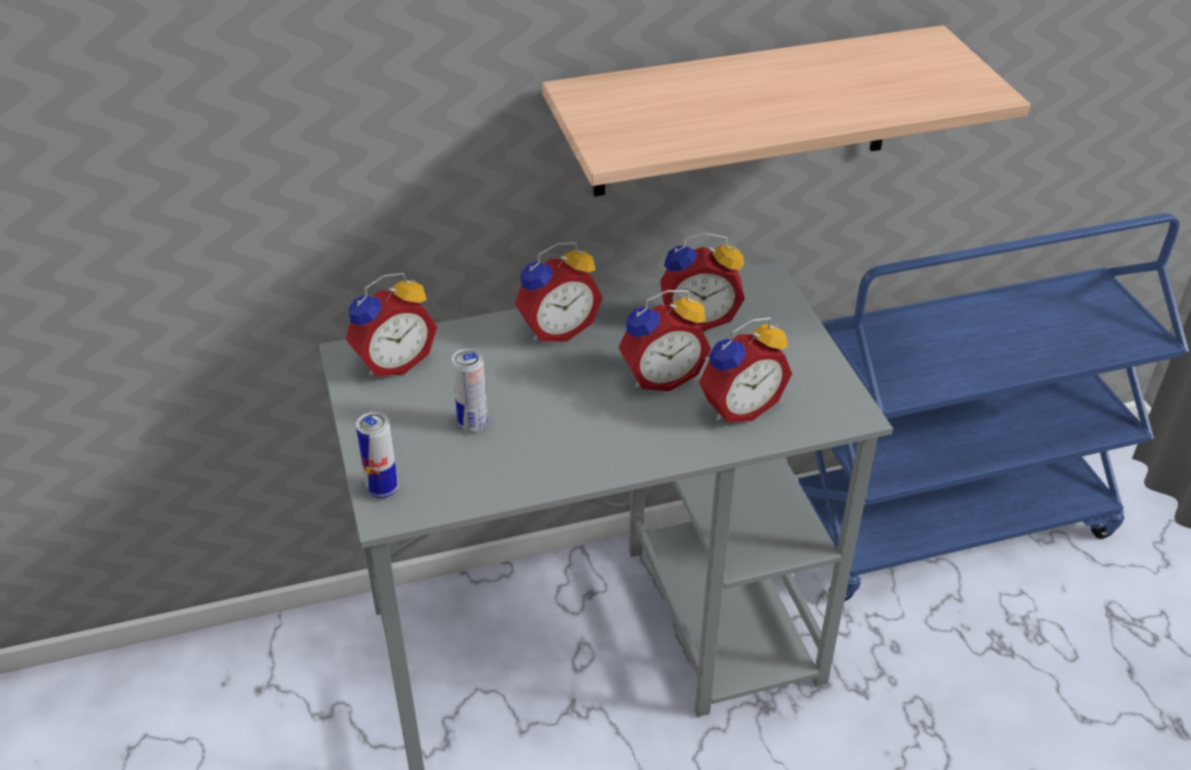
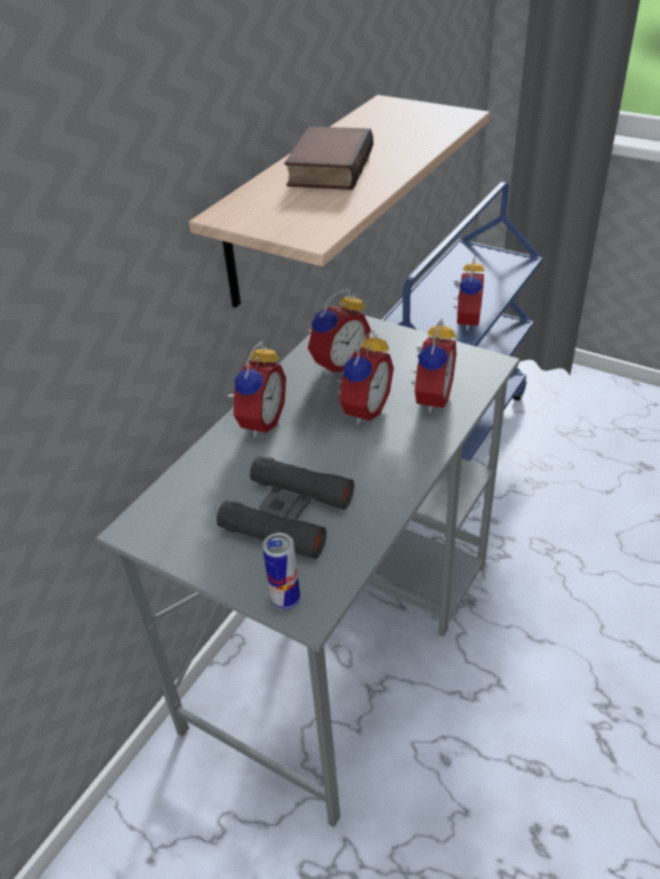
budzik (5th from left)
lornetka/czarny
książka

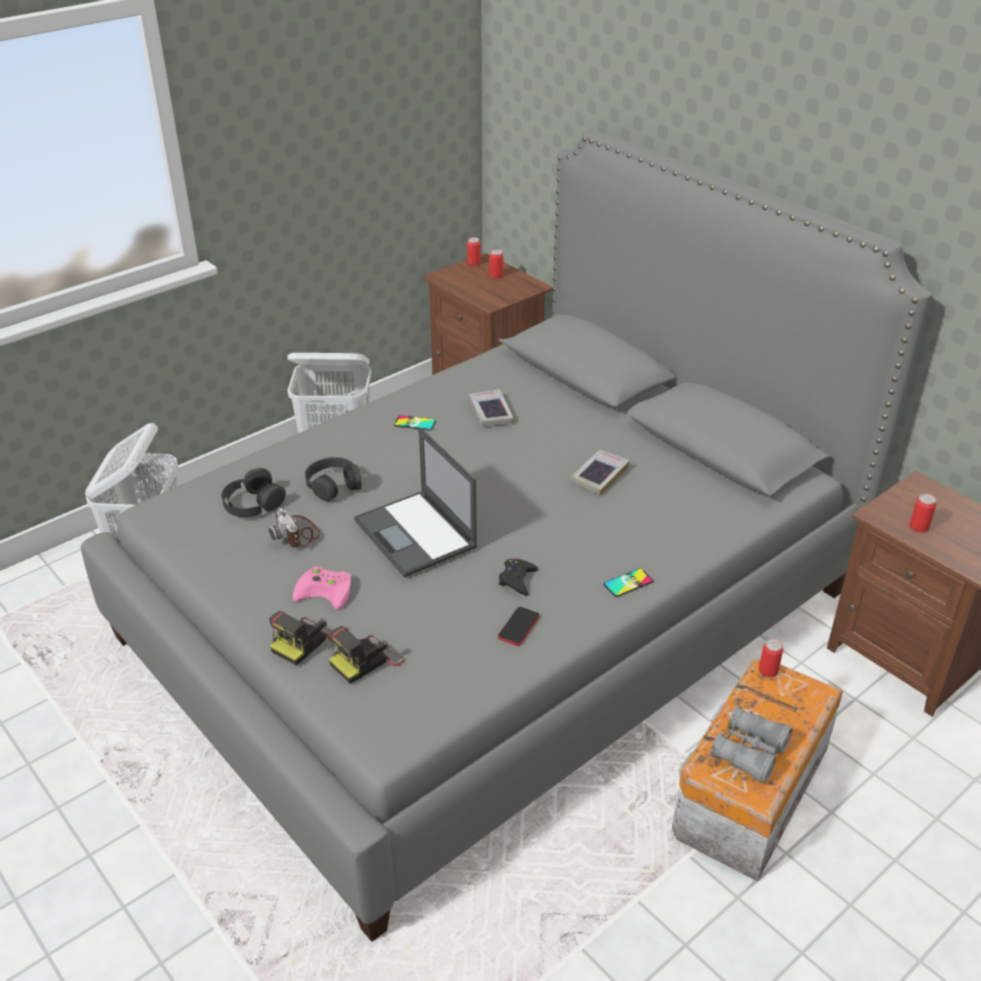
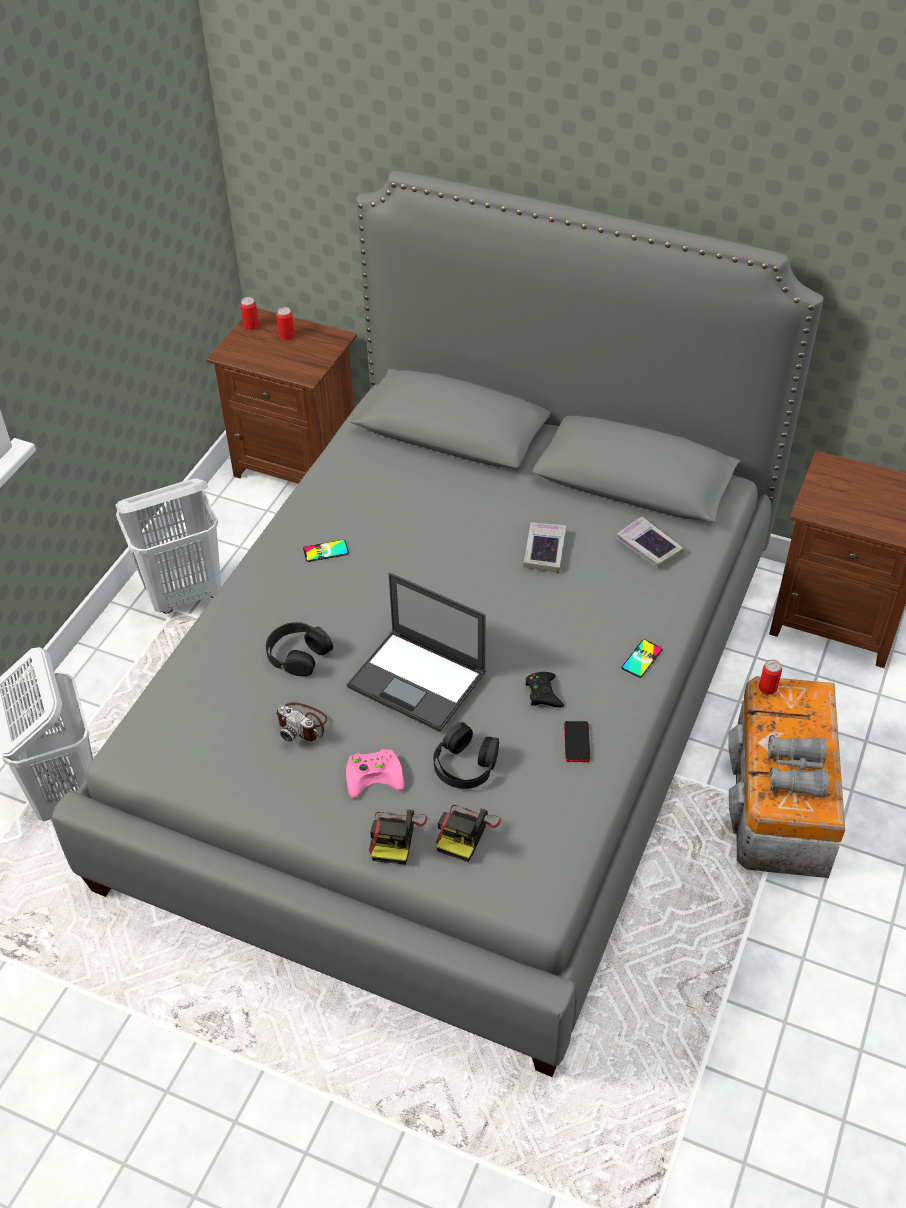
książka (2nd from left)
słuchawki/czarny (2nd from left)
puszka (4th from left in the first image)

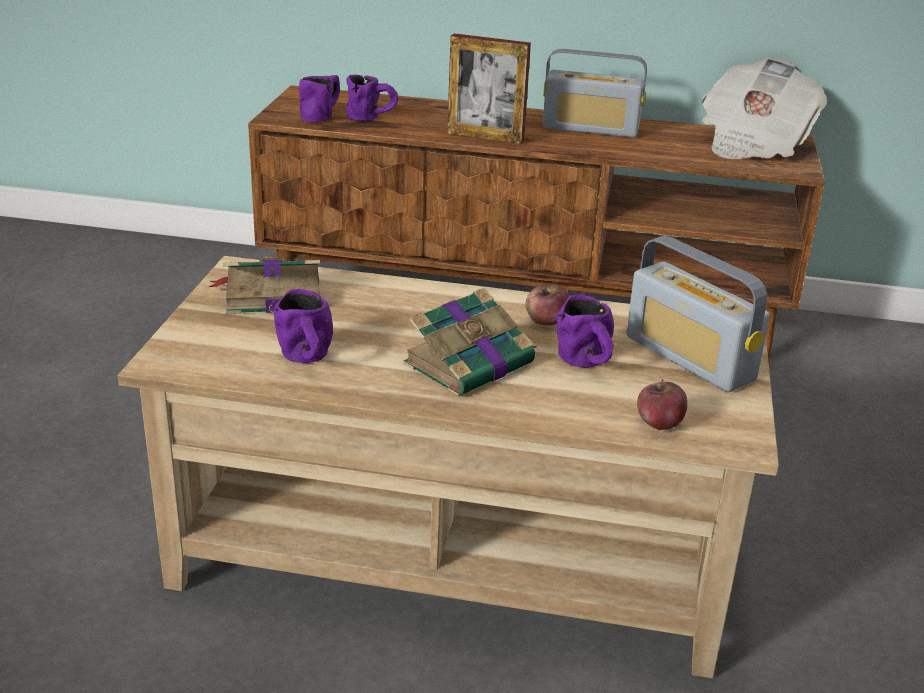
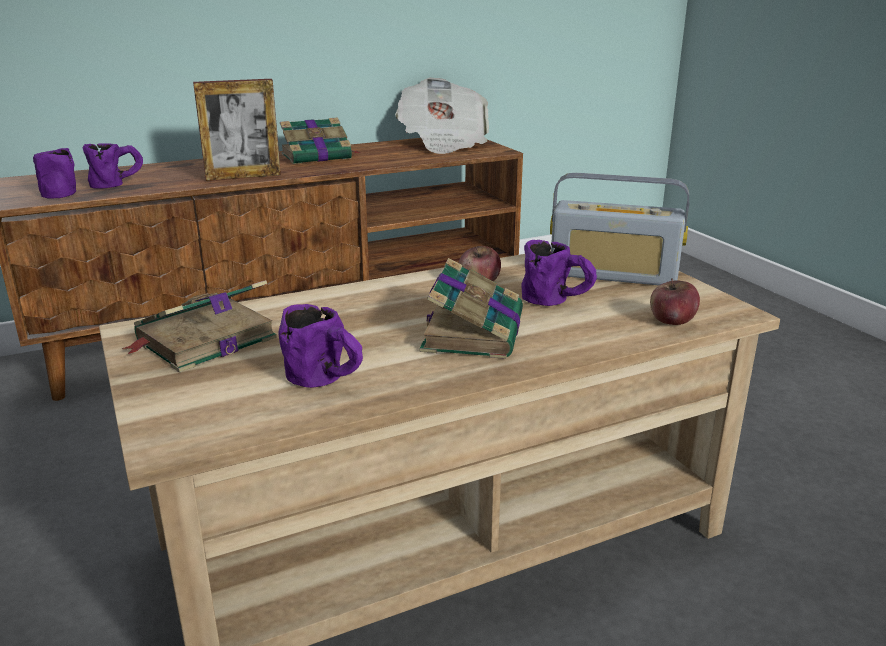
książka (2nd from left)

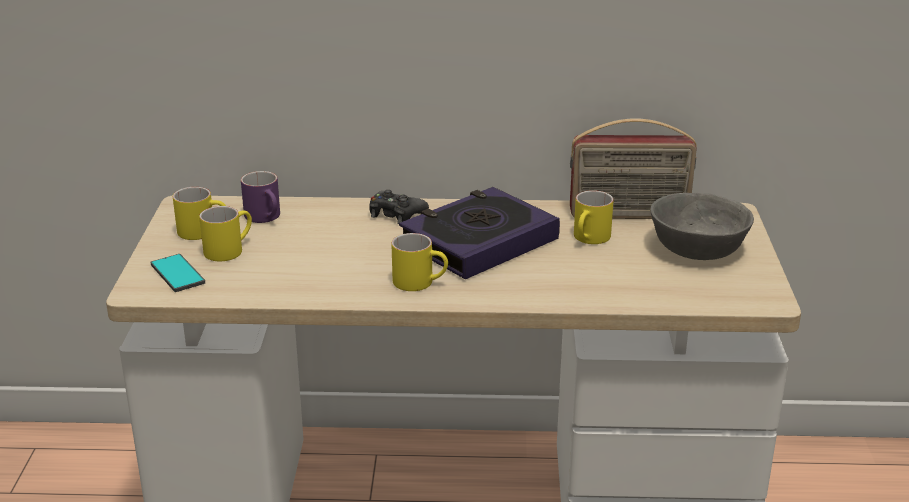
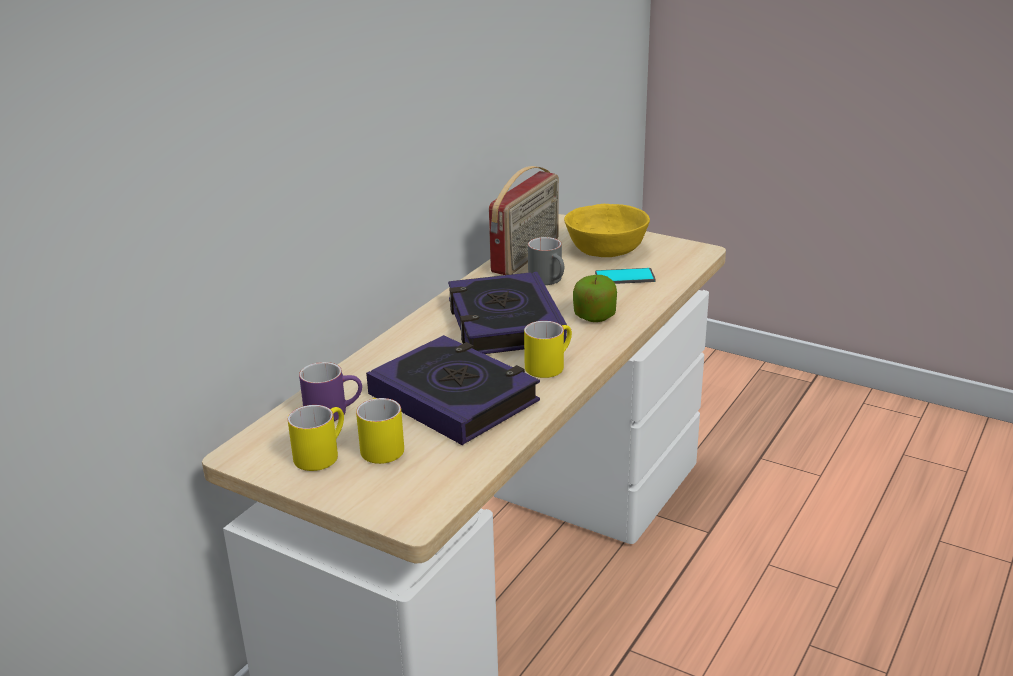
pad do gier/czarny
kubek/szary
miska/żółty
telefon
jabłko
książka (1st from left)

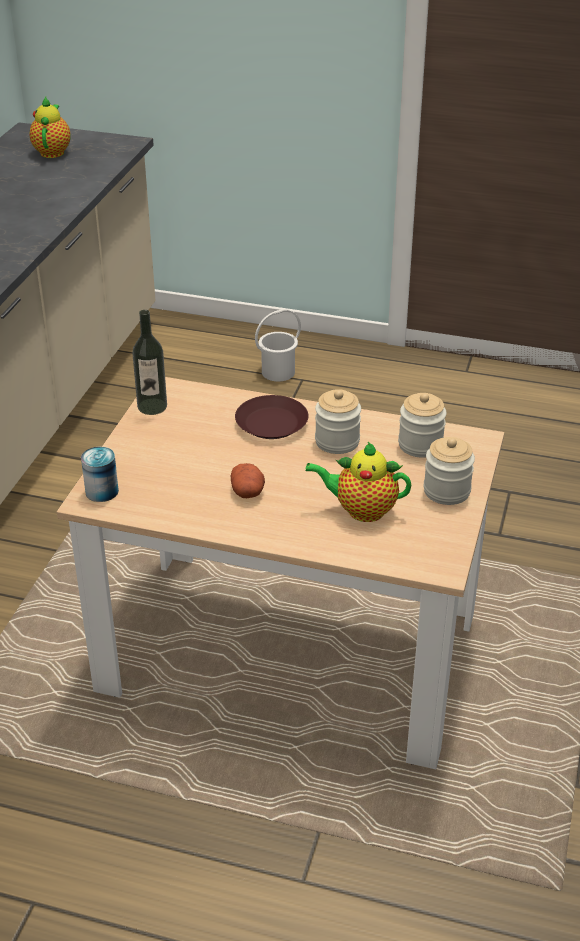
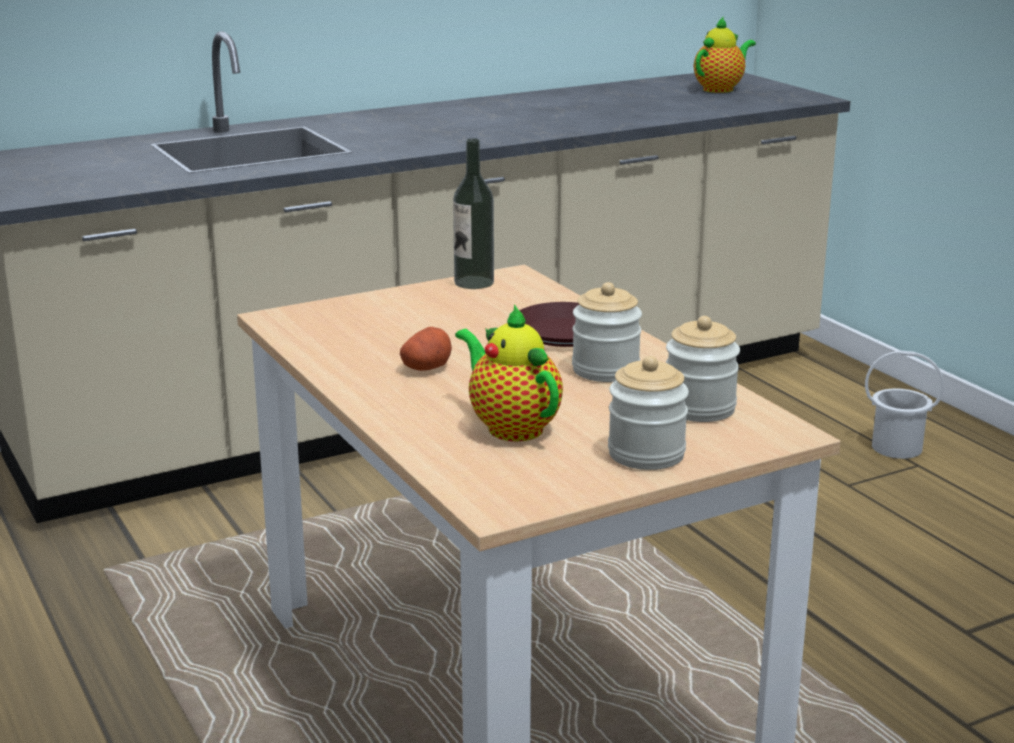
puszka

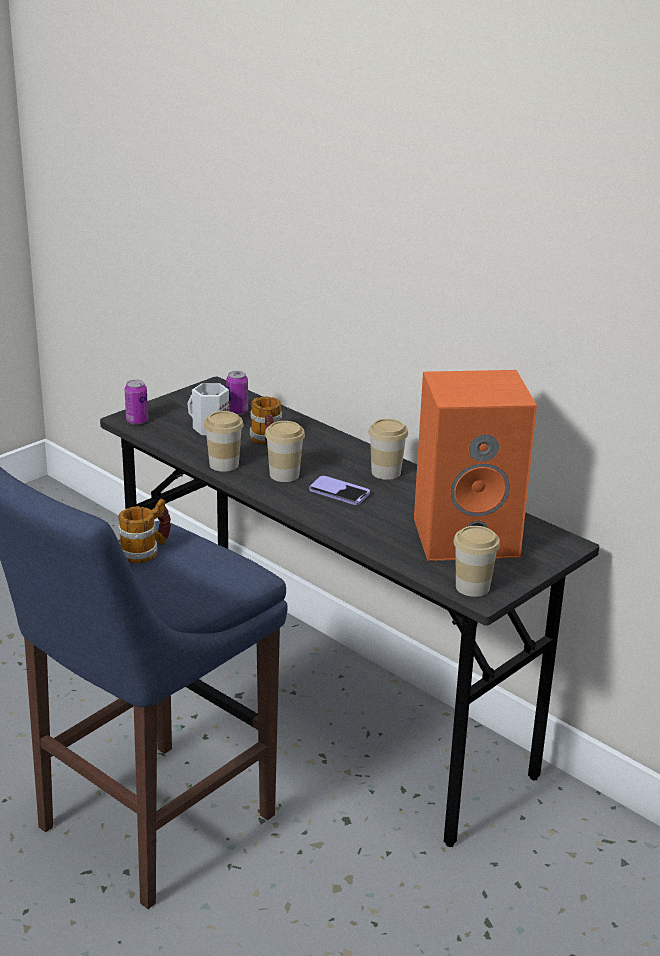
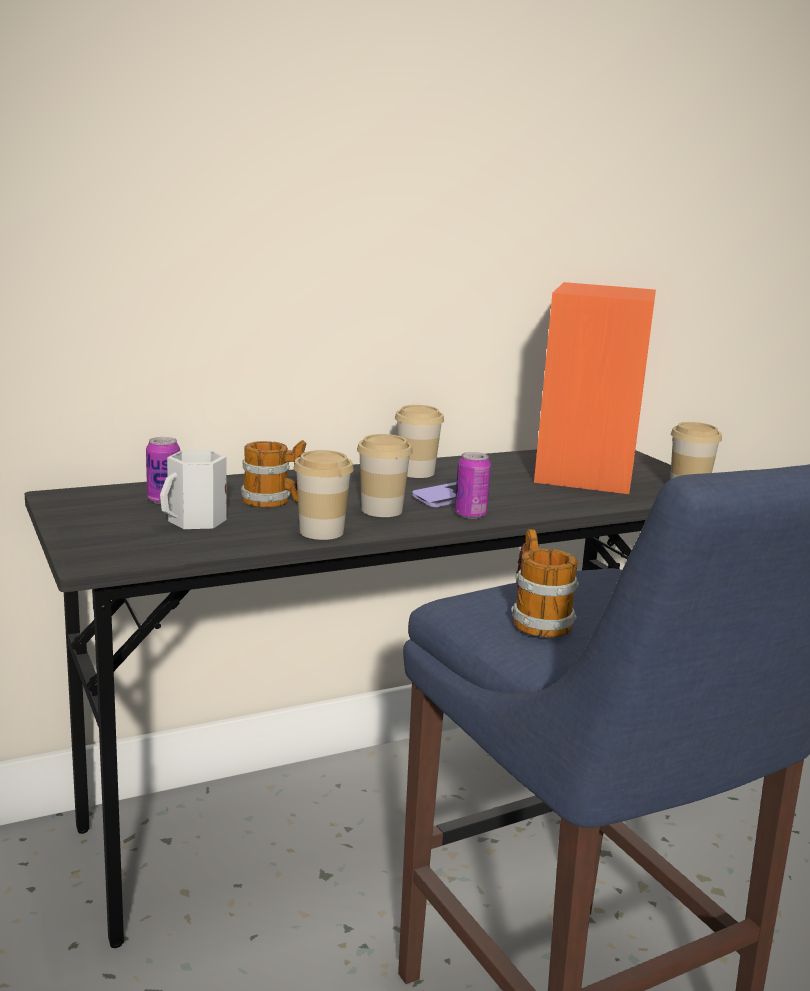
puszka (2nd from left)

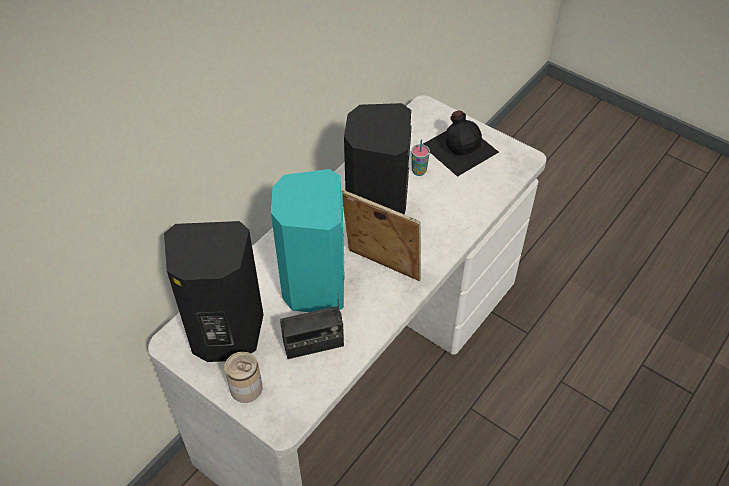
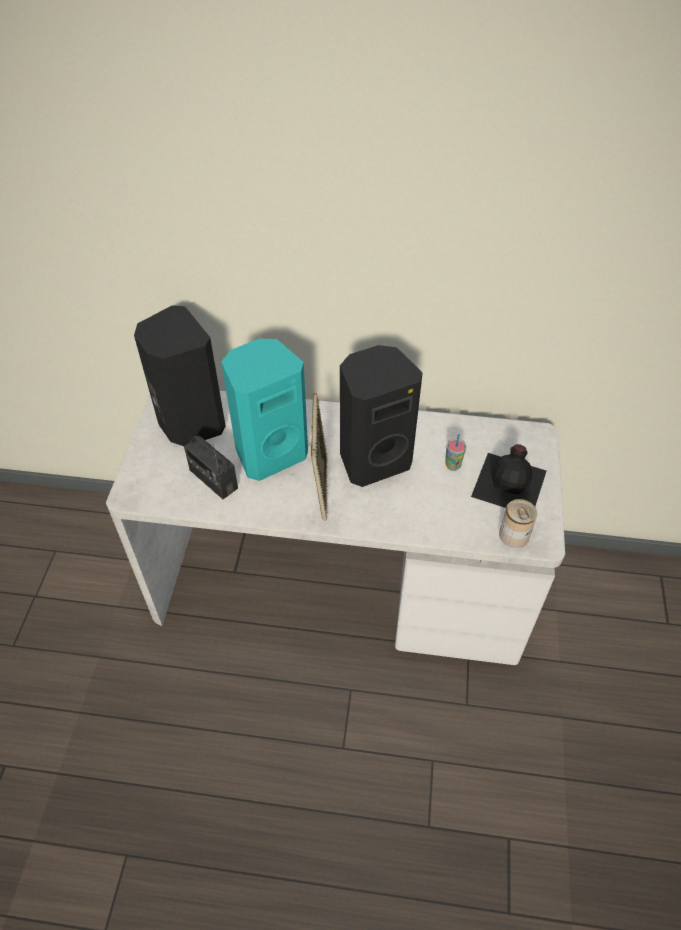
puszka

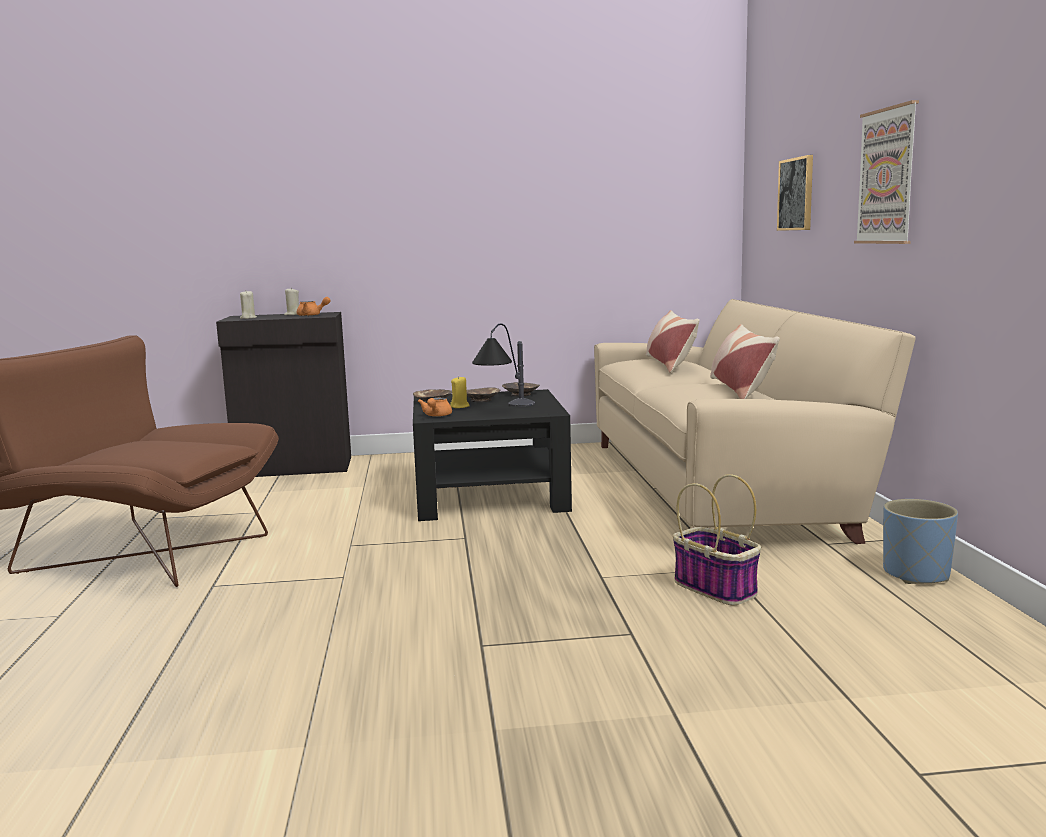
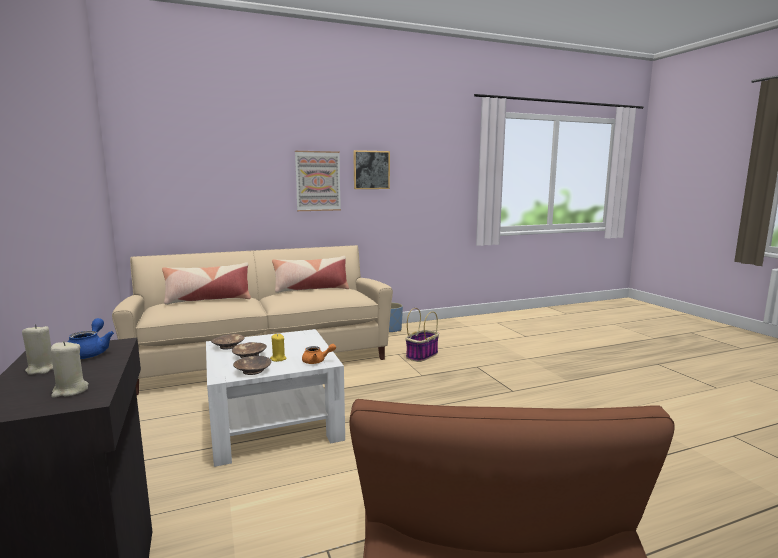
obraz (2nd from left)
imbryk/niebieski
lampa stołowa
ława/biały

